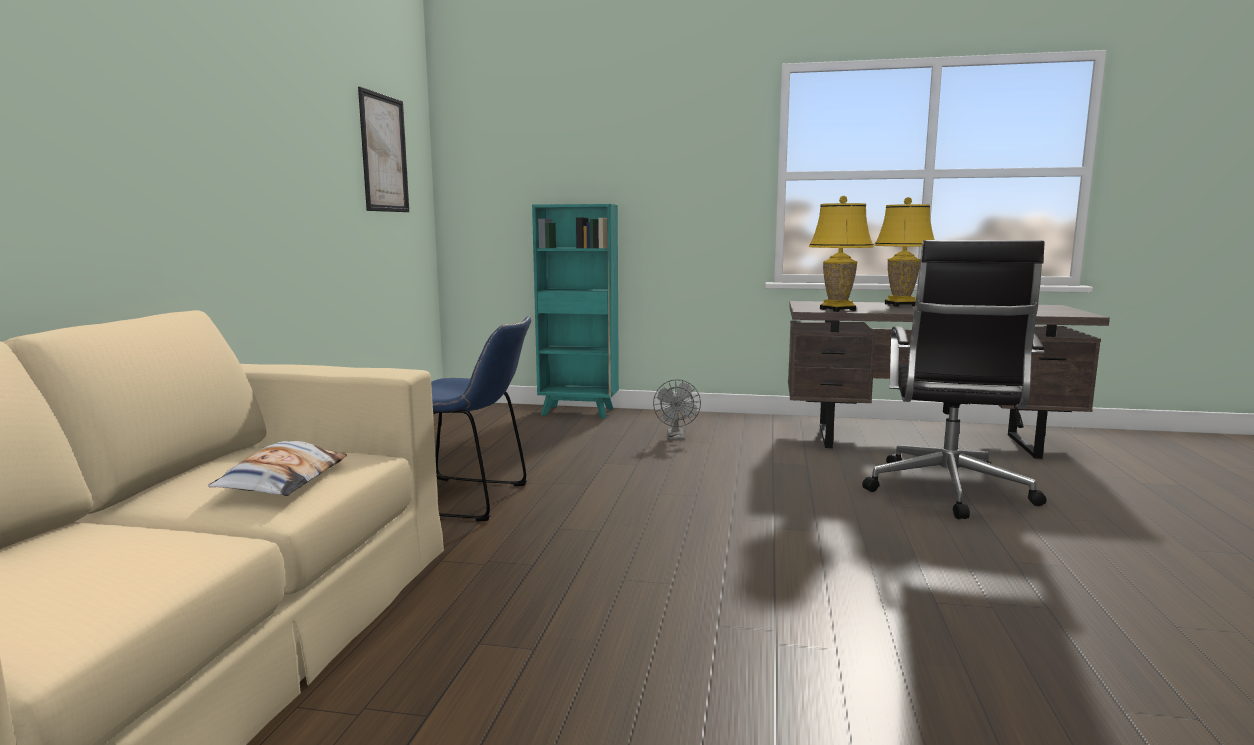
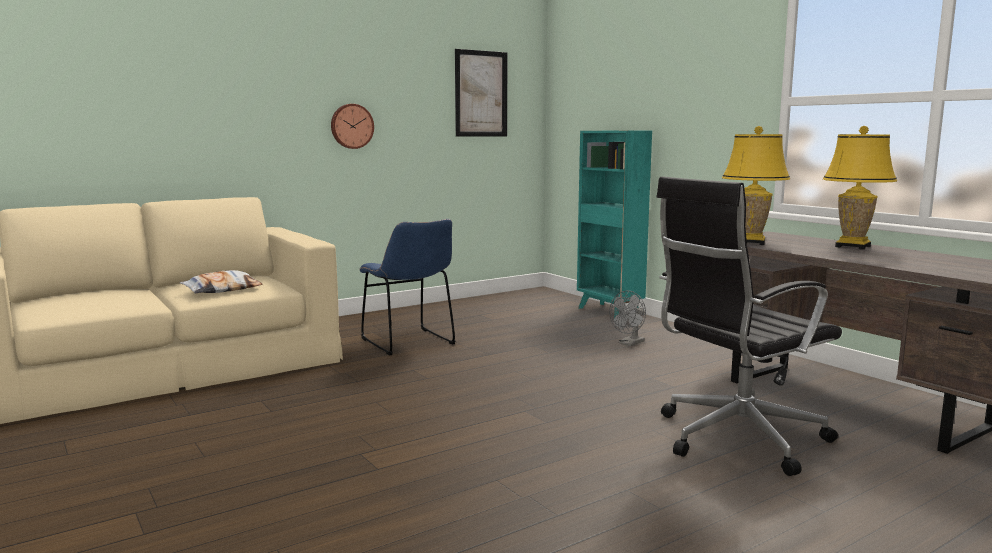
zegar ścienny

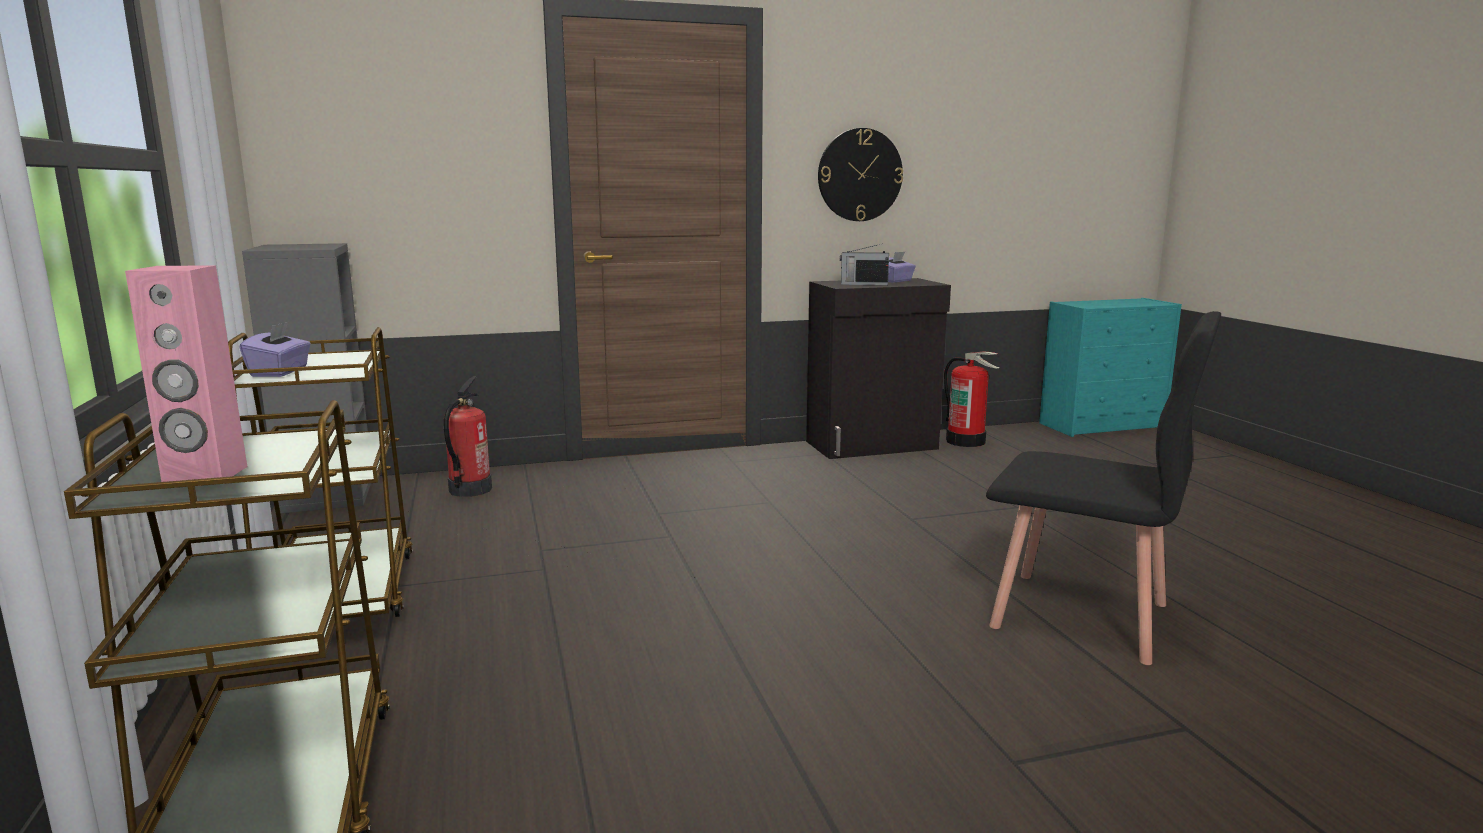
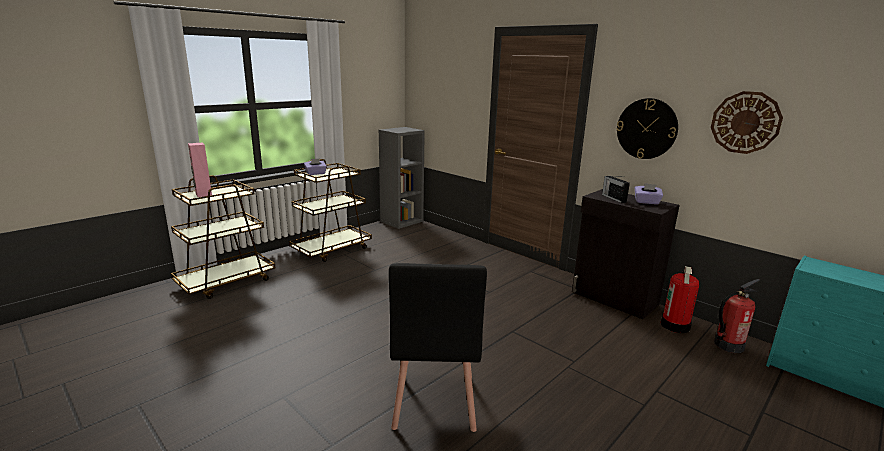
gaśnica (2nd from left)
zegar ścienny (2nd from left)

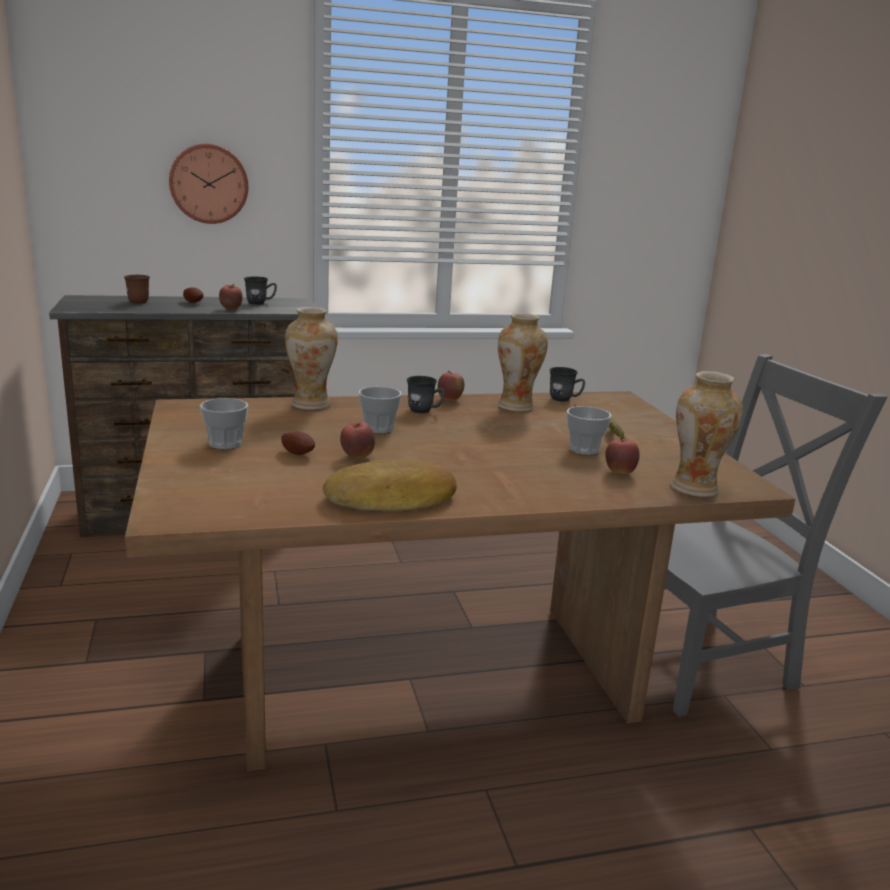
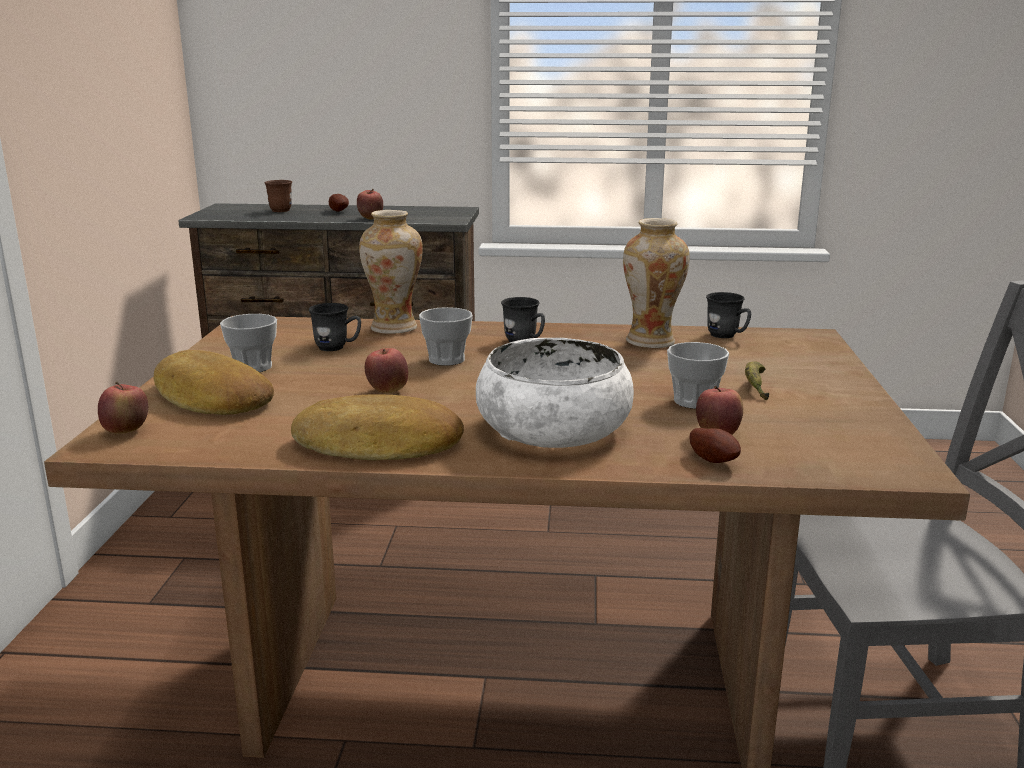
zegar ścienny
kubek/szary (1st from left)
jabłko (1st from left)
wazon (3rd from left in the first image)
ziemniak (2nd from left)
miska/biały
chleb (1st from left)

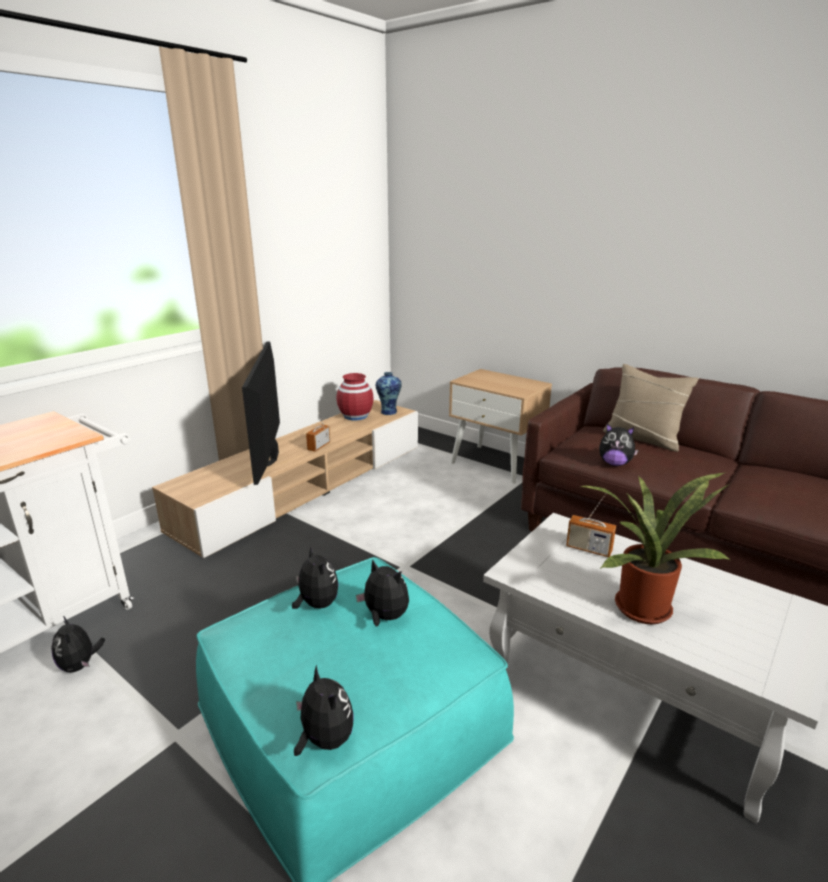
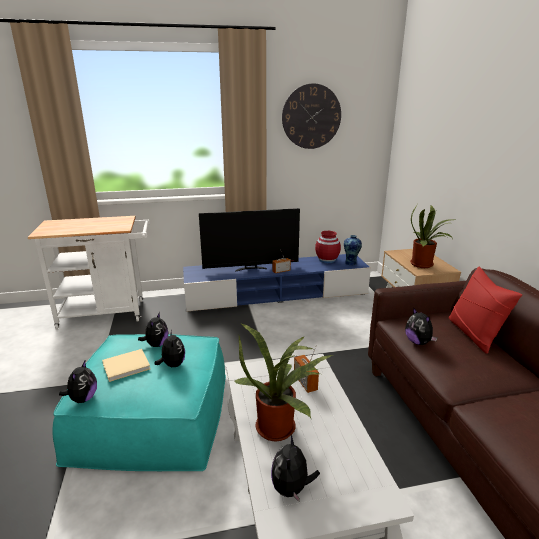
telewizor
poduszka/czerwony
szafka pod telewizor/niebieski
pluszak (4th from left)
zegar ścienny
roślina doniczkowa (2nd from left)
książka/beżowy

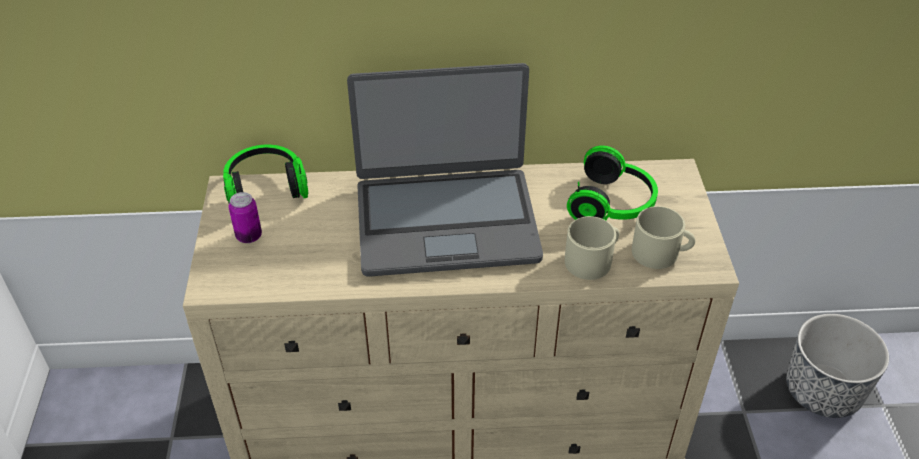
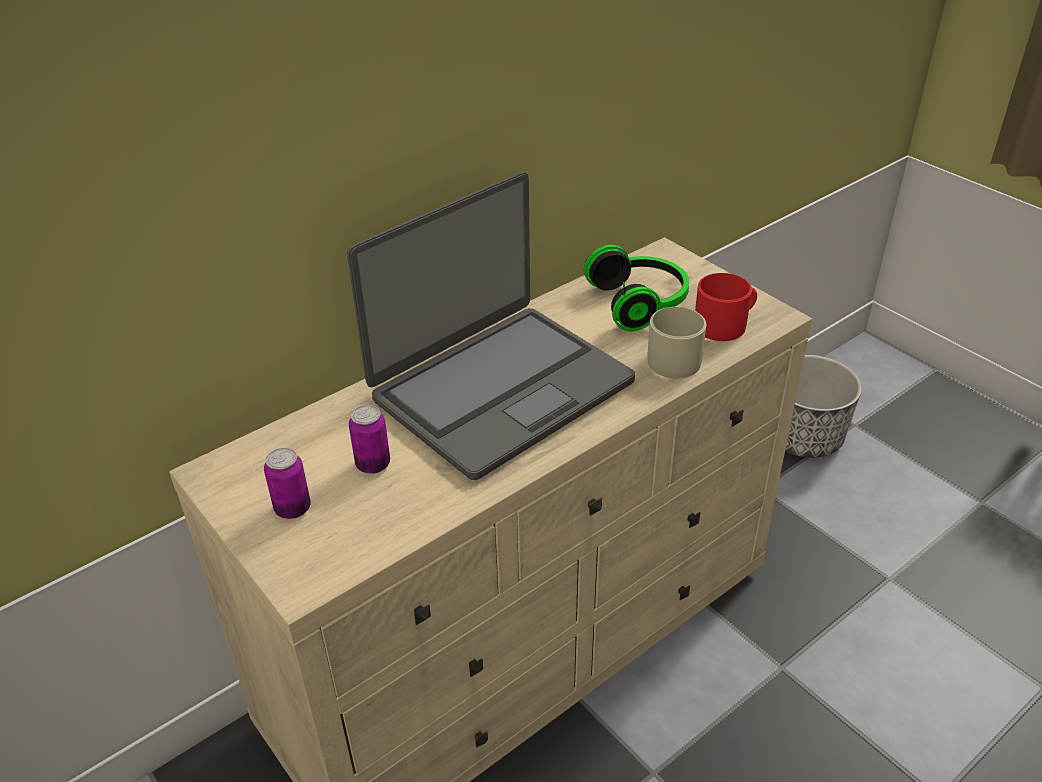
słuchawki (1st from left in the first image)
kubek/czerwony
puszka (2nd from left)

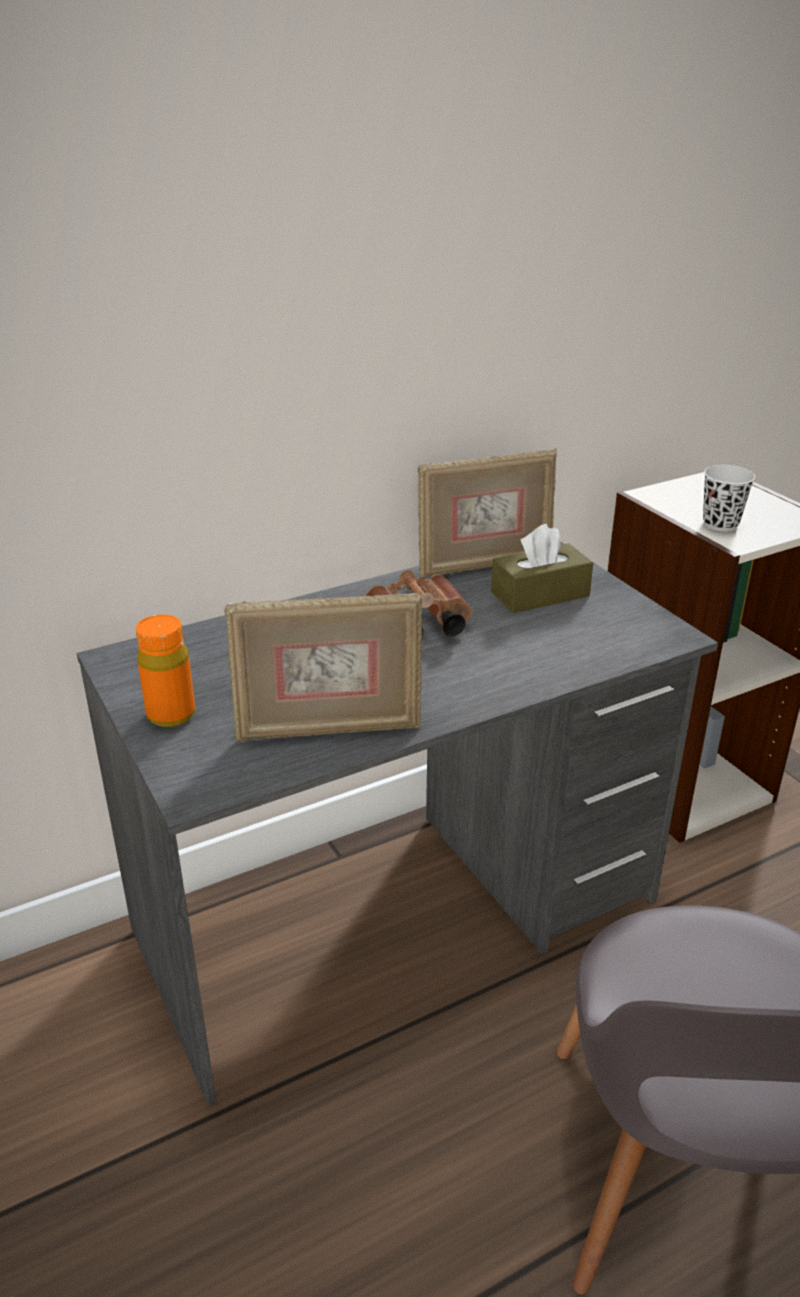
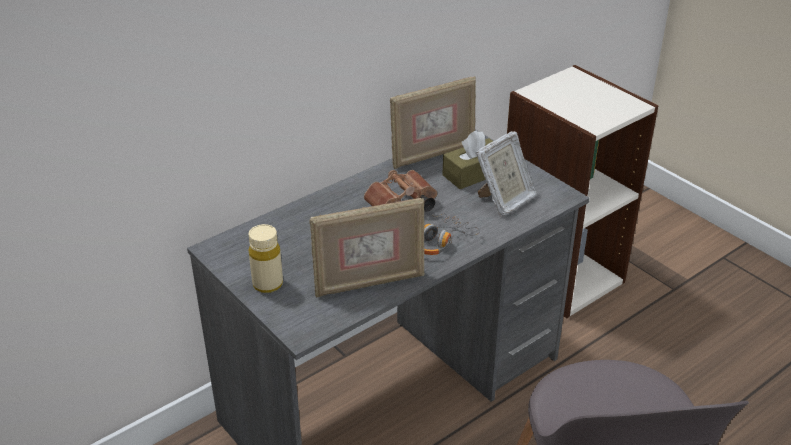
filiżanka/biały
butelka/beżowy
ramka na zdjęcie (3rd from left)
słuchawki

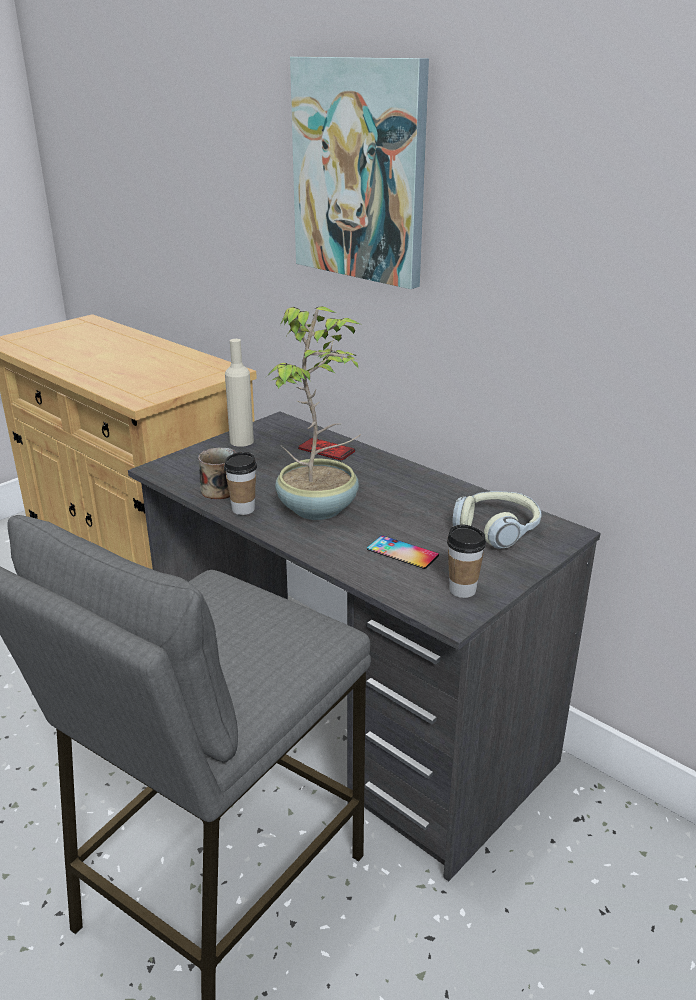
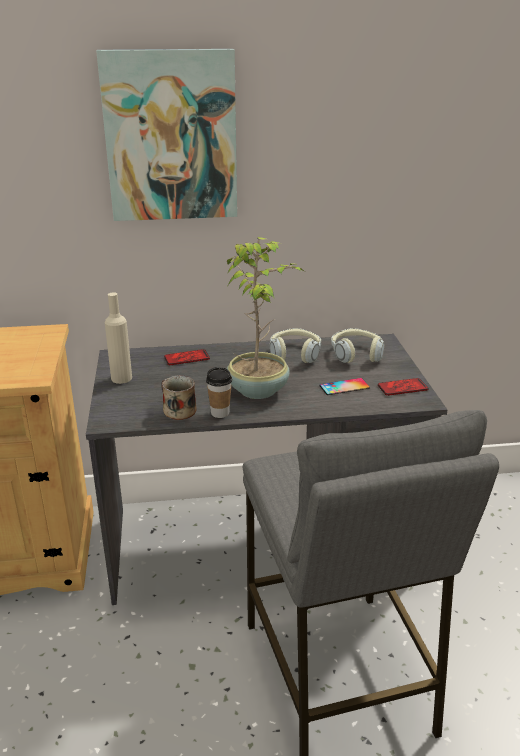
telefon (3rd from left)
słuchawki (1st from left)

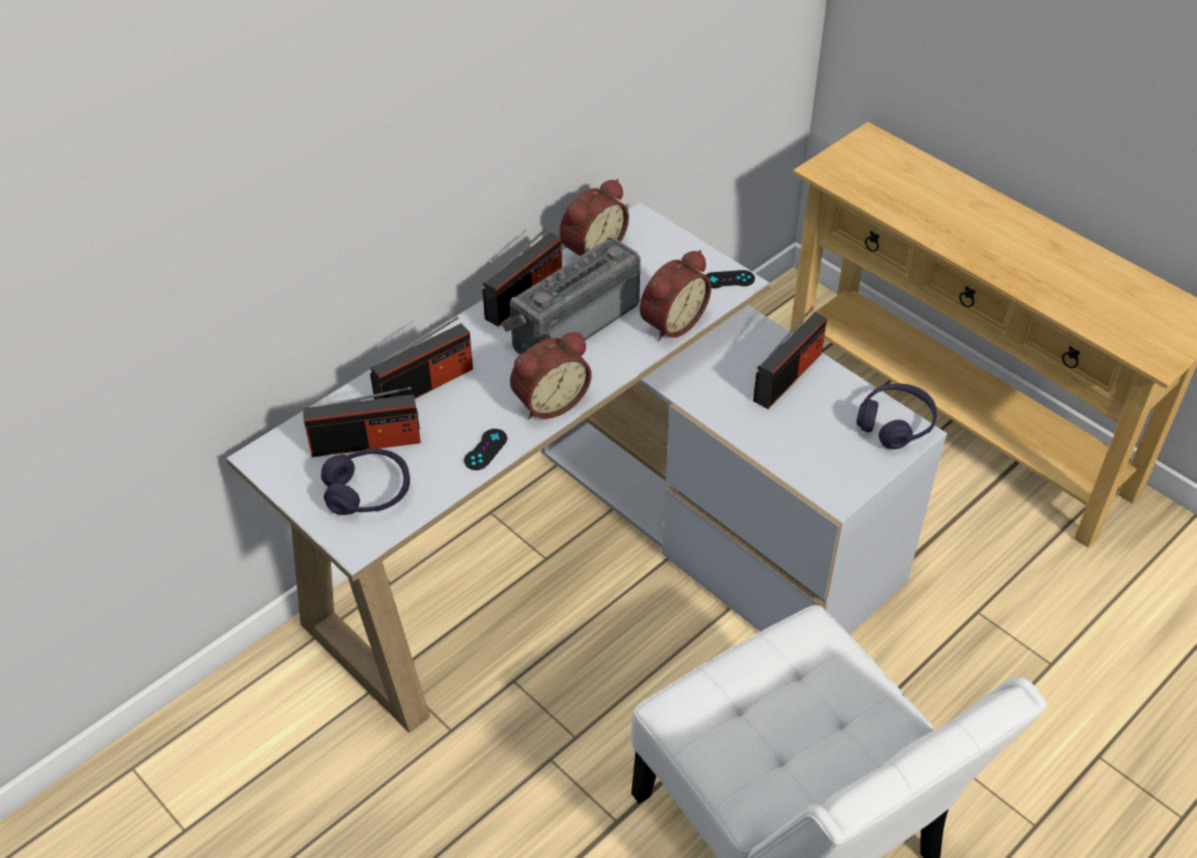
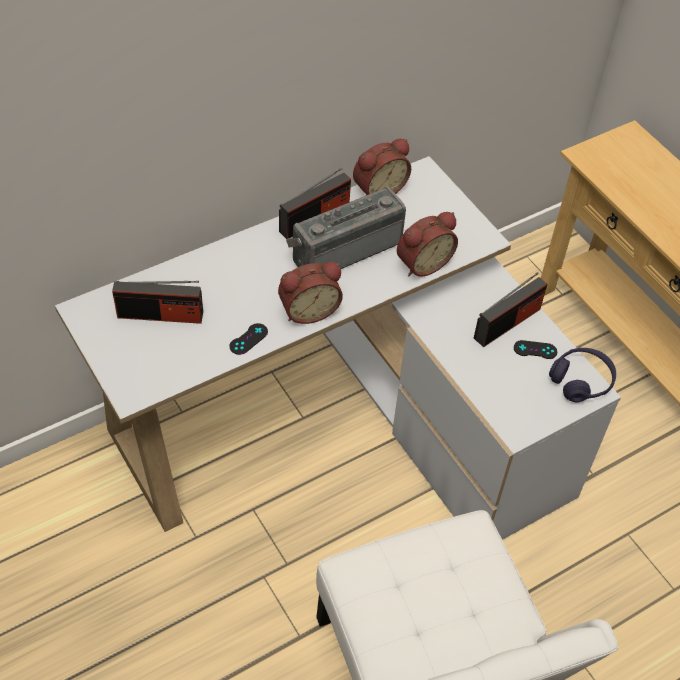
pad do gier/czarny (2nd from left)
radio (2nd from left in the first image)
słuchawki/fioletowy (1st from left in the first image)

